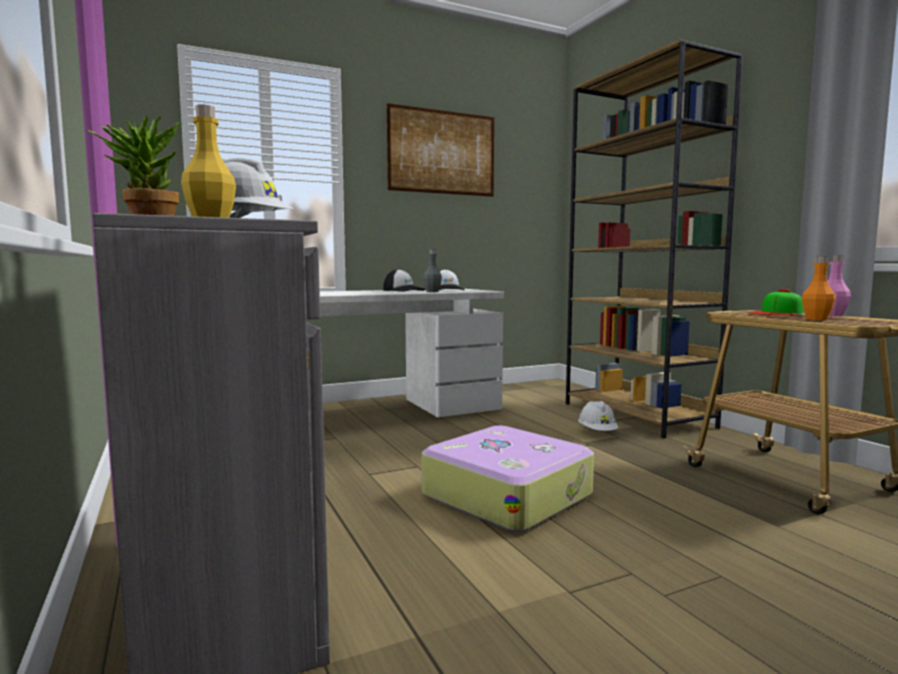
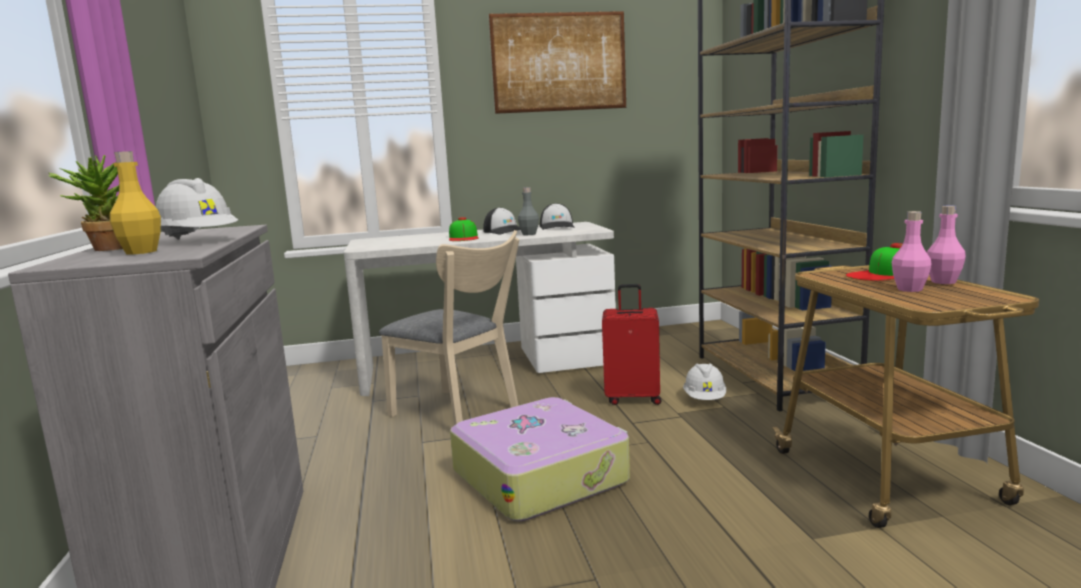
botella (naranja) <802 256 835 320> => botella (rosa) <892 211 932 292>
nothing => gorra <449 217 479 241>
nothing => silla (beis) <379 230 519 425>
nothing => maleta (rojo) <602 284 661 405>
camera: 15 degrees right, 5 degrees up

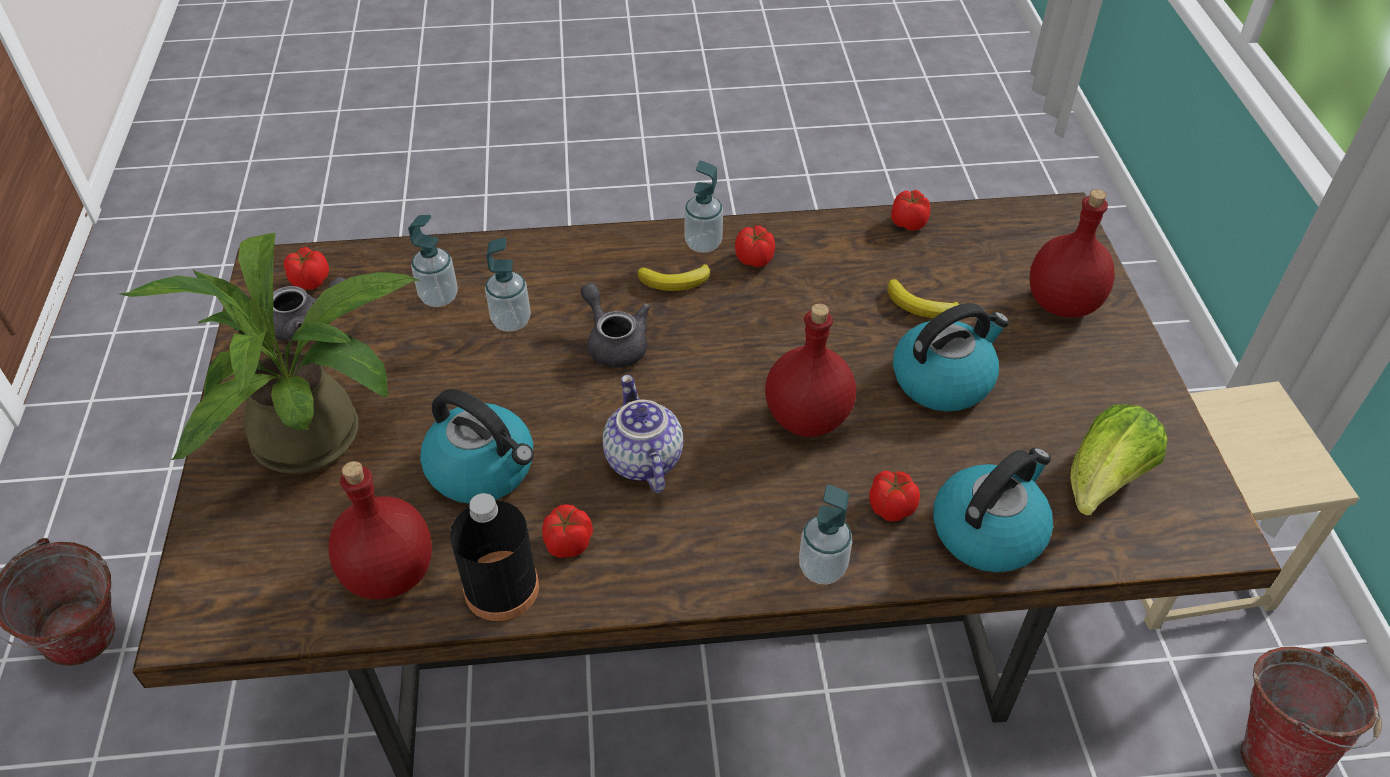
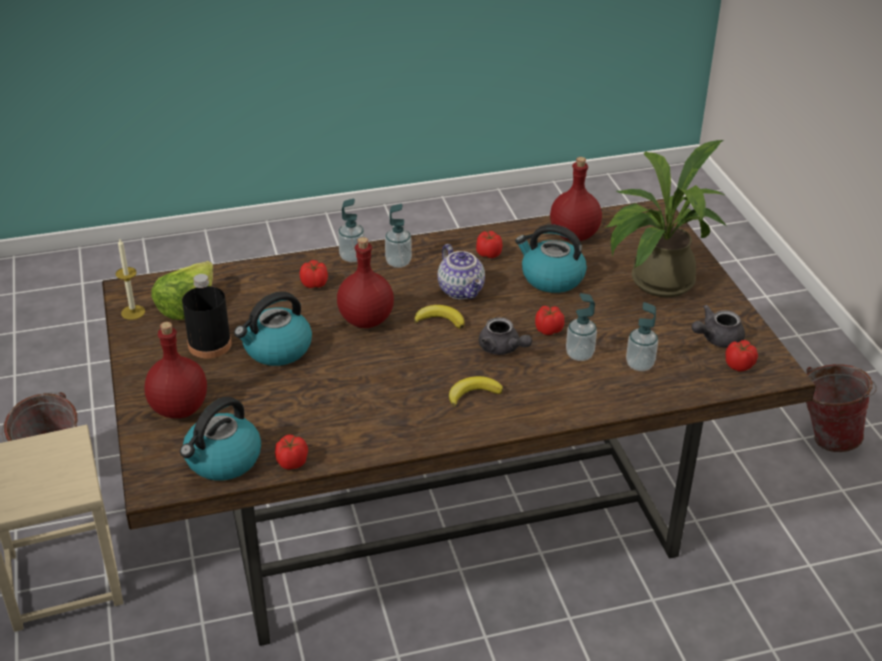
dispensador de jabón <684 160 723 253> => dispensador de jabón <385 204 412 268>, moved
tomate <735 225 775 267> => tomate <535 306 564 335>, moved
plátano <887 279 959 318> => plátano <414 305 465 329>, moved
hervidor <933 448 1053 572> => hervidor <180 396 261 480>, moved
botella (negro) <450 493 539 621> => botella (negro) <182 274 232 359>, moved
nothing => vela <115 239 145 320>
camera: 170 degrees right, 10 degrees down

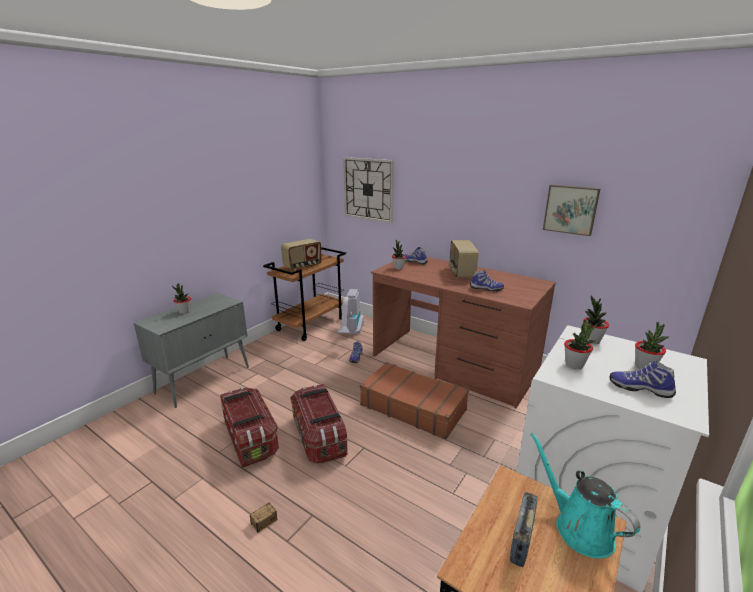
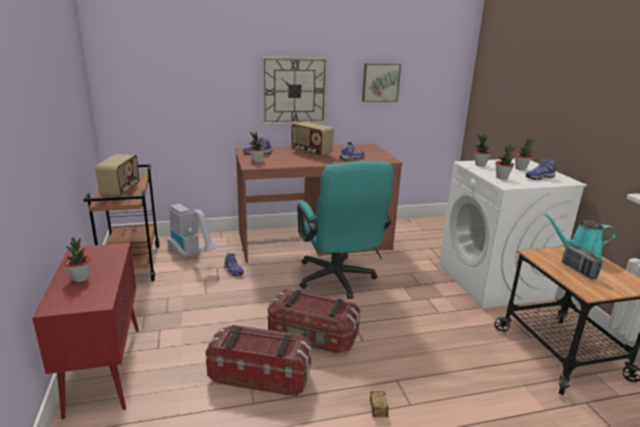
reloj de pared <343 157 394 223> => reloj de pared <261 56 328 125>, moved
armario (gris) <134 293 249 408> => armario (rojo) <32 243 139 419>
maleta (marrón) <360 362 469 439> => silla de oficina (turquesa) <297 161 394 299>
camera: 50 degrees left, 0 degrees up

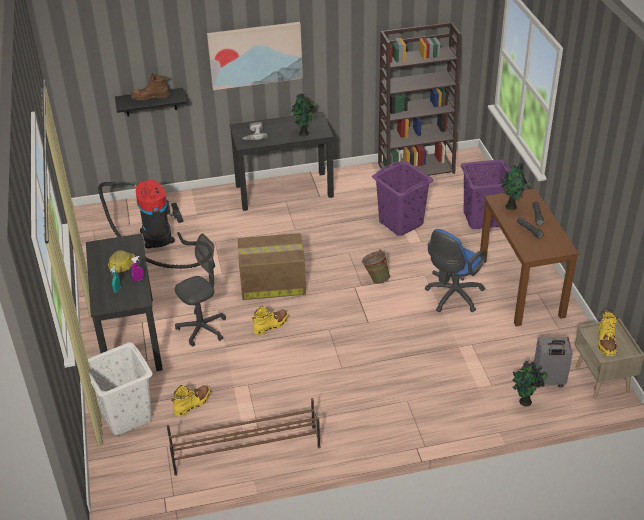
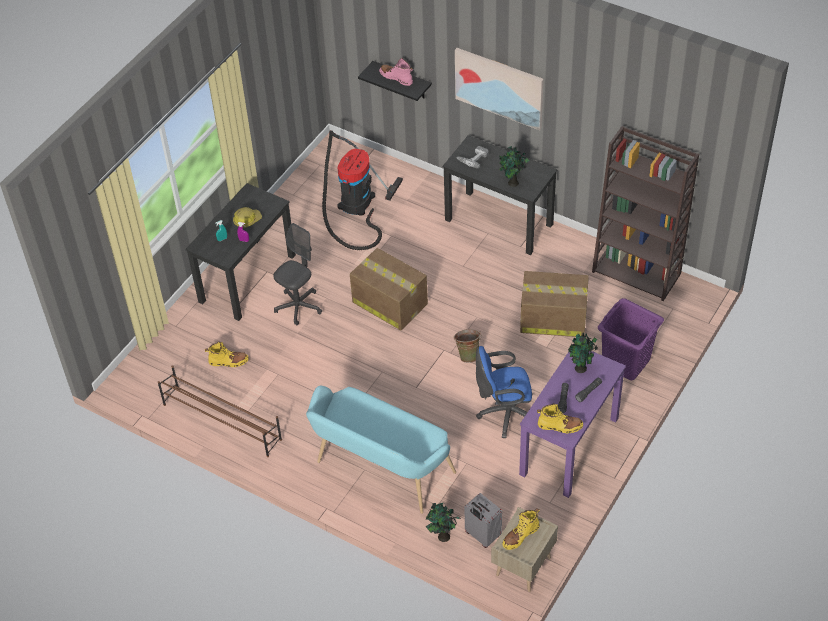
bota (marrón) <131 73 170 101> => bota (rosa) <379 58 413 86>
cesto de la ropa (morado) <372 161 434 236> => caja de cartón <520 271 589 337>
escritorio (marrón) <480 188 579 327> => escritorio (morado) <519 351 626 498>
silla de oficina (gris) <175 233 226 347> => silla de oficina (gris) <273 223 322 326>, 60 degrees counterclockwise
bota (amarillo) <251 306 289 335> => bota (amarillo) <537 403 583 433>, moved
cesto de la ropa (blanco) <88 342 152 435> => nothing
nothing => banco (turquesa) <306 386 456 514>
camera: 45 degrees right, 10 degrees up

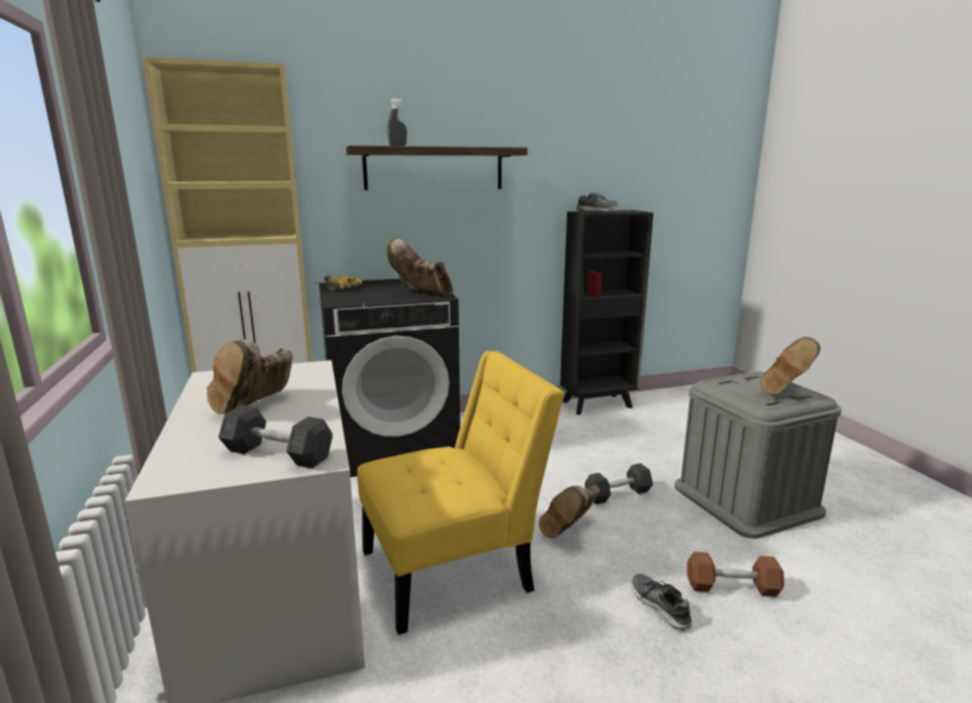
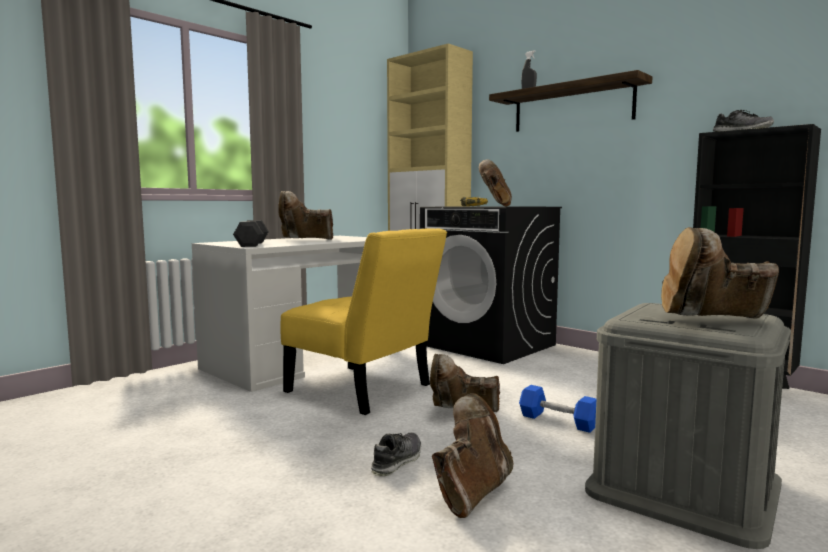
mancuerna (gris) <585 463 653 505> => mancuerna (azul) <519 385 596 433>
mancuerna (marrón) <687 552 784 597> => bota (marrón) <432 393 513 518>
camera: 60 degrees right, 10 degrees down

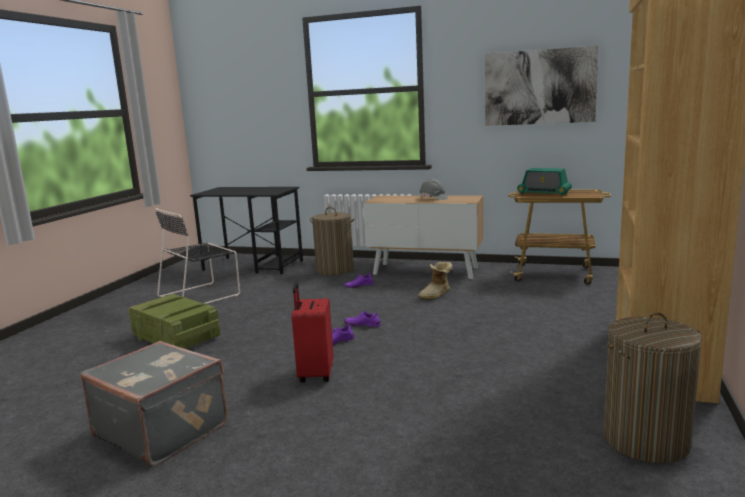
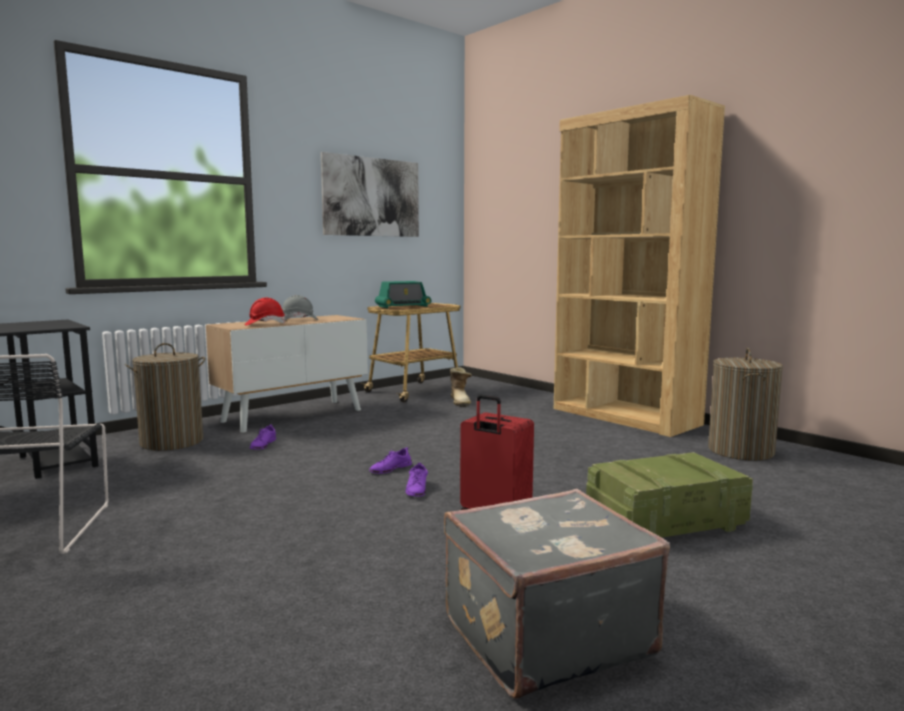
bota <418 262 452 300> => bota <450 367 472 407>, moved
caja de embalaje <128 294 221 349> => caja de embalaje <586 452 753 538>, moved
nothing => casco (rojo) <244 298 285 325>
camera: 60 degrees left, 5 degrees down

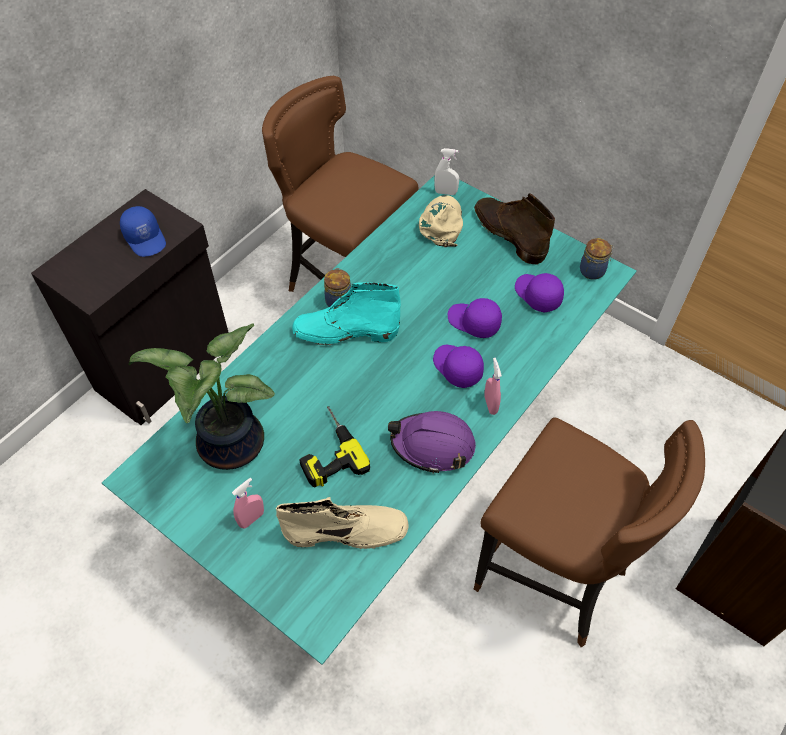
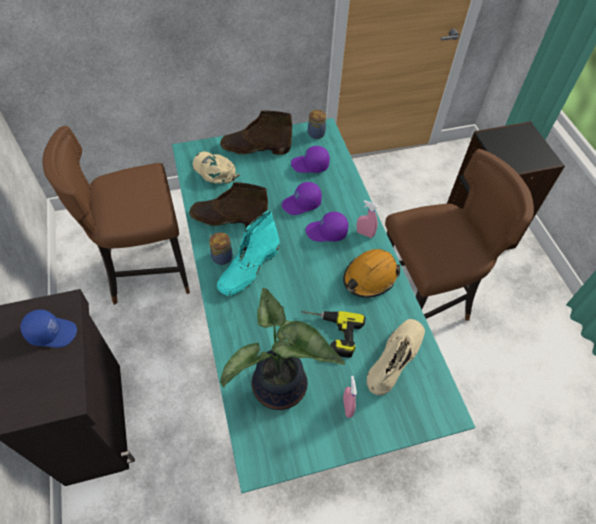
pulverizador (blanco) <434 148 459 195> => nothing
casco (morado) <388 411 476 473> => casco (naranja) <343 249 400 298>
nothing => bota (marrón) <189 182 268 228>
camera: 55 degrees left, 0 degrees up

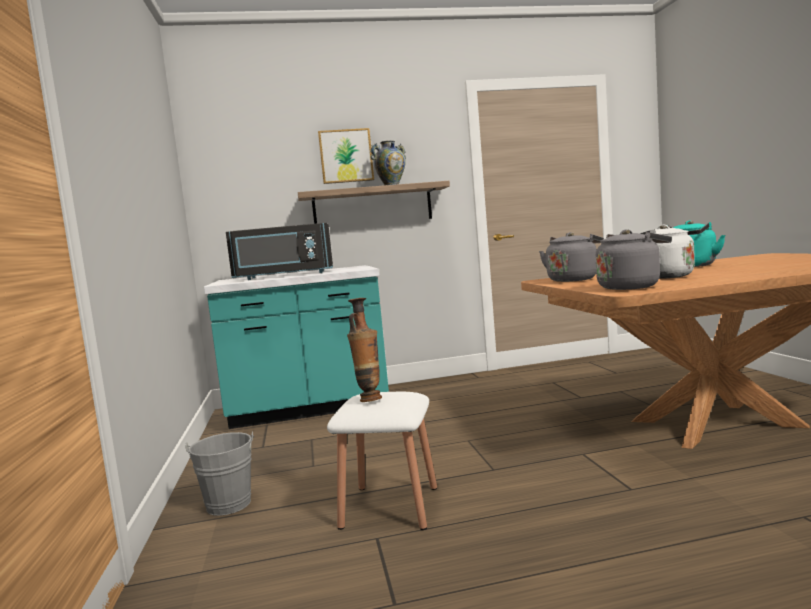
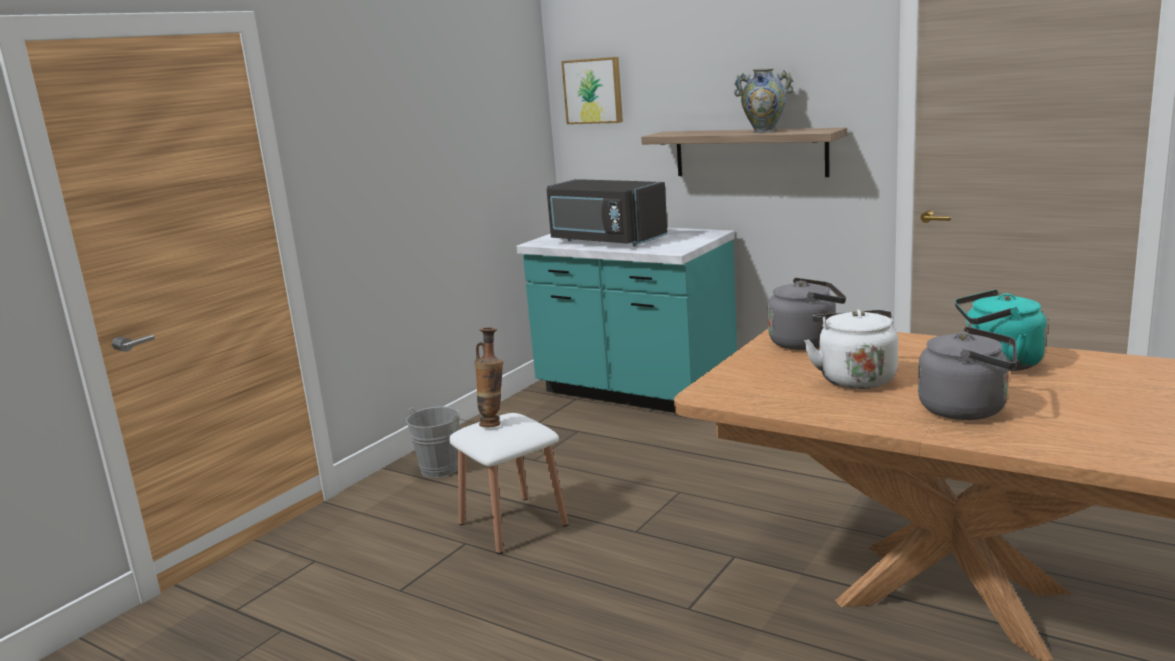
cuadro <318 128 374 184> => cuadro <562 57 623 124>, moved
hervidor (gris) <596 229 672 290> => hervidor (gris) <918 327 1017 420>, moved
camera: 45 degrees right, 10 degrees up

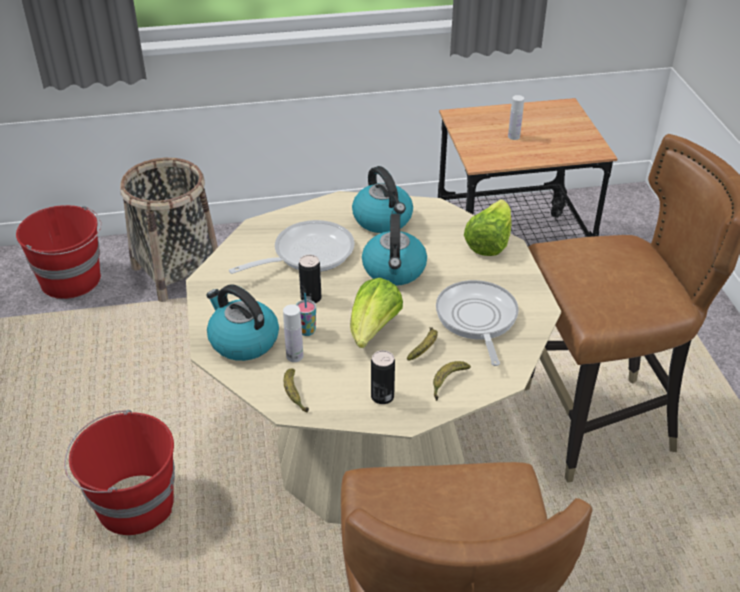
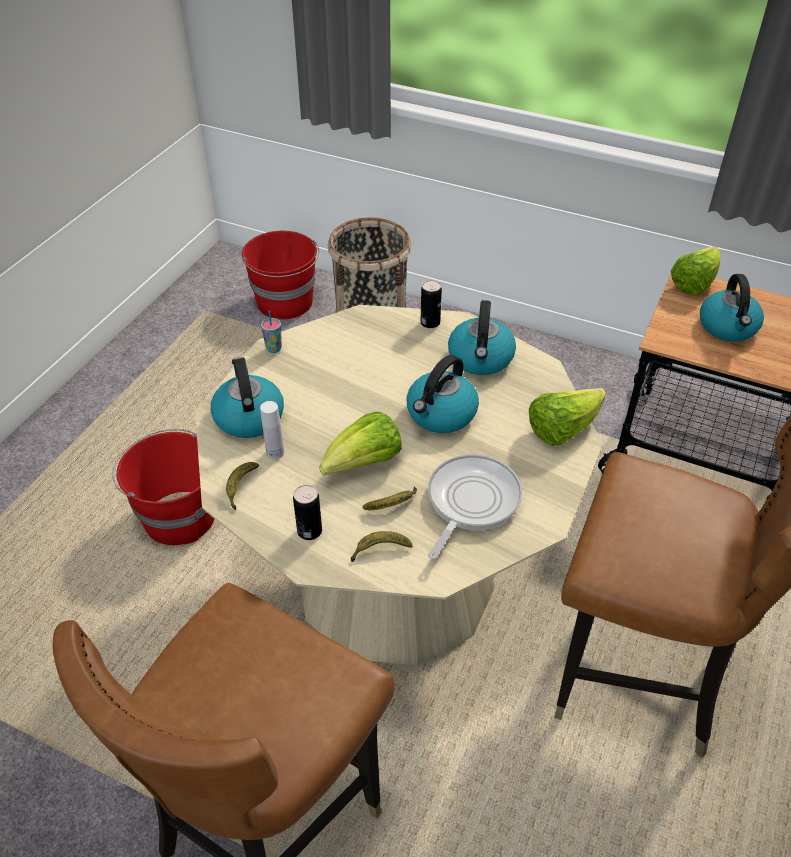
botella (blanco) <508 95 524 140> => hervidor <700 274 764 342>
sartén <229 220 355 274> => nothing
lata <299 255 321 303> => lata <420 280 442 328>, moved
taza <296 293 316 336> => taza <261 311 282 353>, moved
nothing => lechuga <671 246 721 295>
camera: 35 degrees right, 5 degrees up

